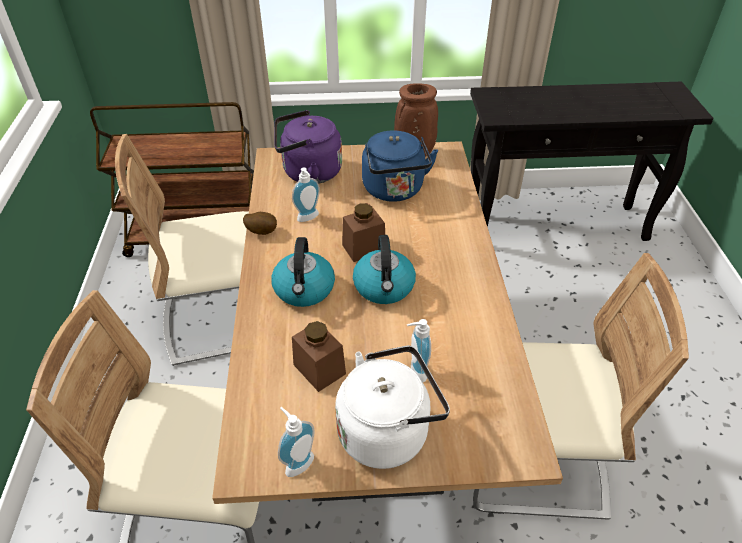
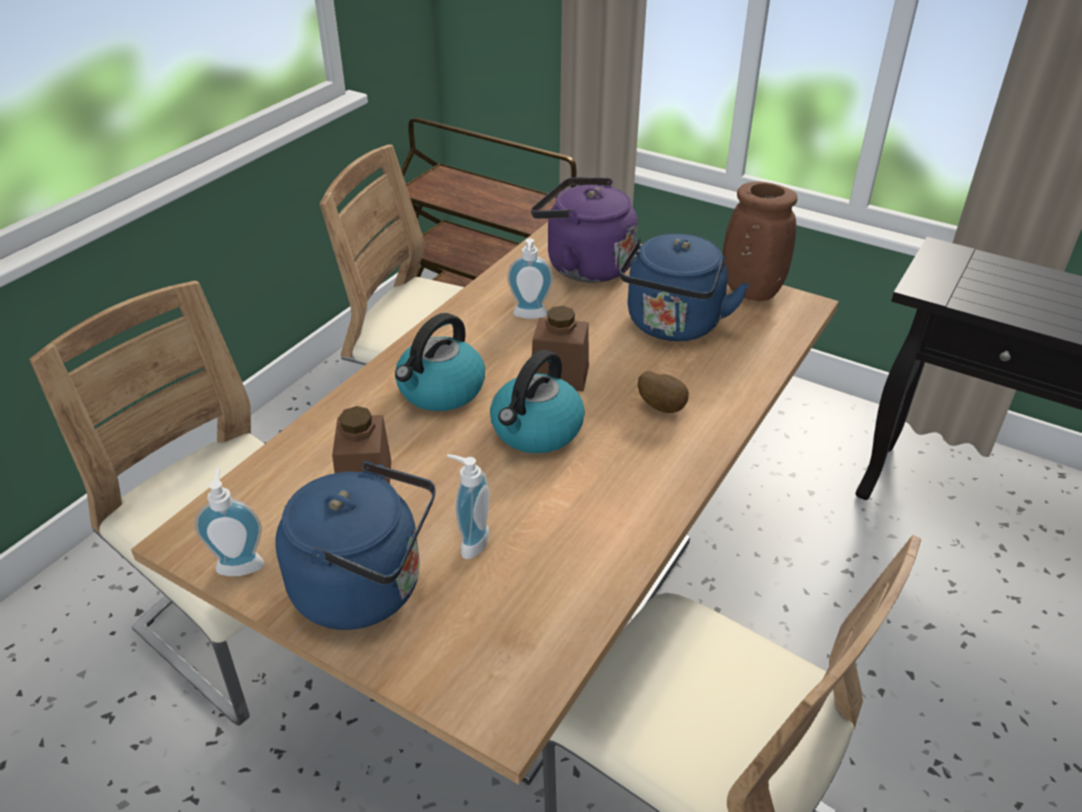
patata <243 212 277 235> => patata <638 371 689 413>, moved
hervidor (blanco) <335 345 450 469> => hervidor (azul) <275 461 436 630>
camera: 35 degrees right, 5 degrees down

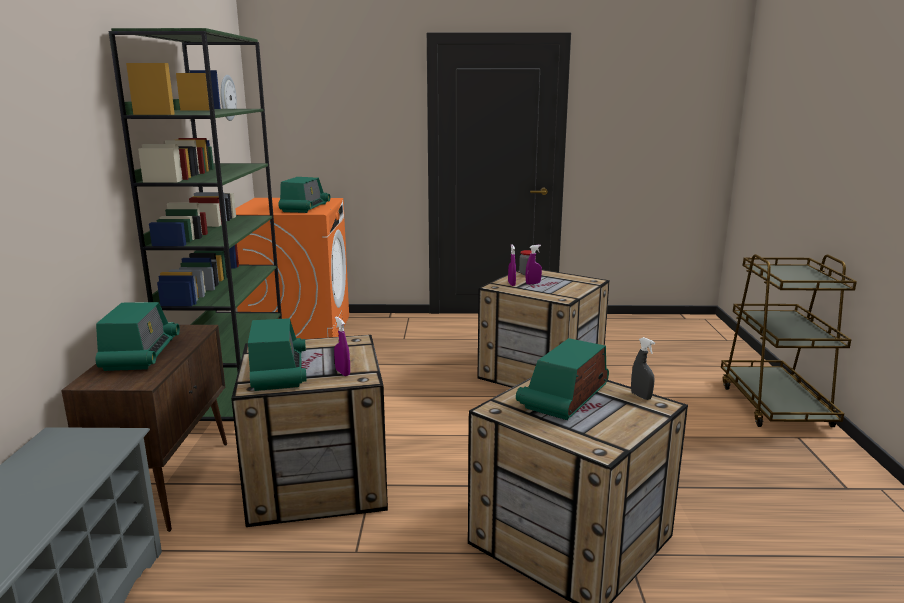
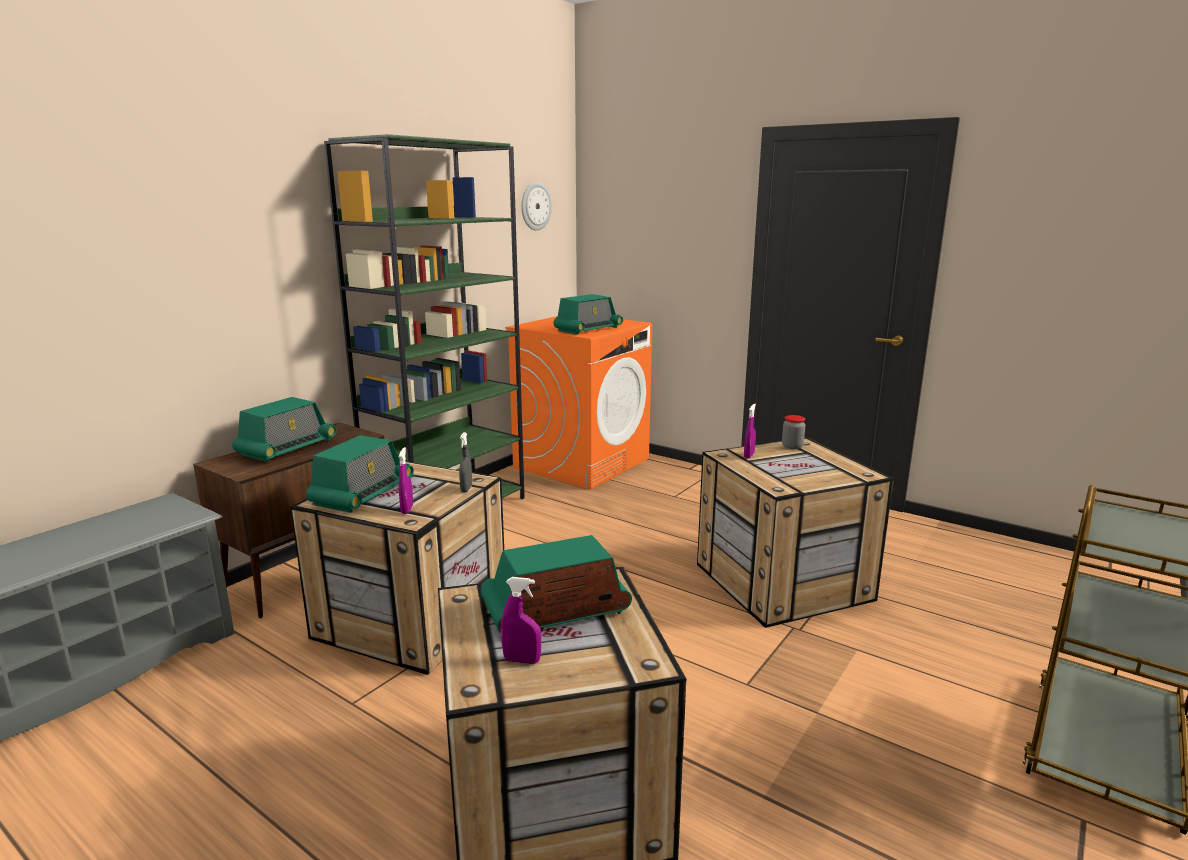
pulverizador (morado) <526 245 542 285> => pulverizador (morado) <501 577 541 664>, moved
pulverizador (gris) <631 337 655 400> => pulverizador (gris) <459 432 472 493>, moved
camera: 35 degrees right, 0 degrees up

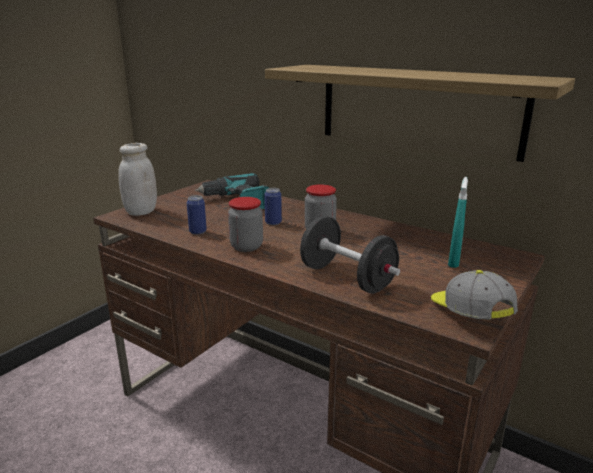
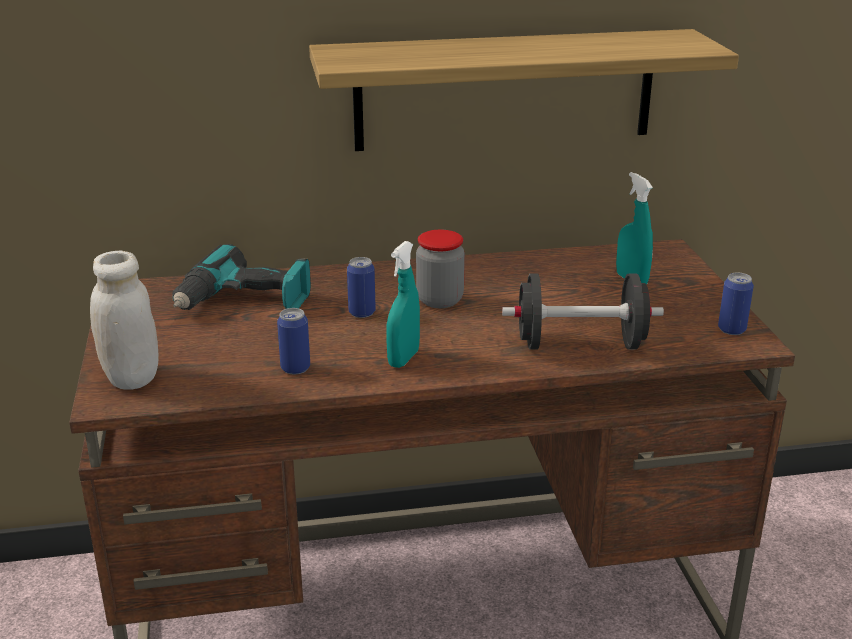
tarro <228 197 263 252> => pulverizador (turquesa) <386 241 420 368>
gorra <431 270 518 319> => lata <718 272 754 335>
camera: 45 degrees left, 5 degrees up

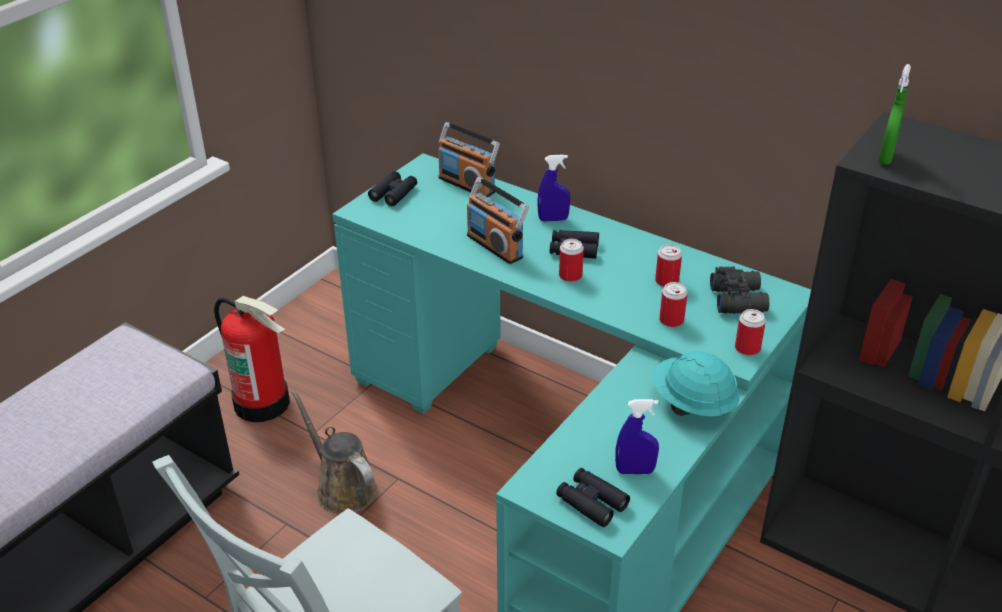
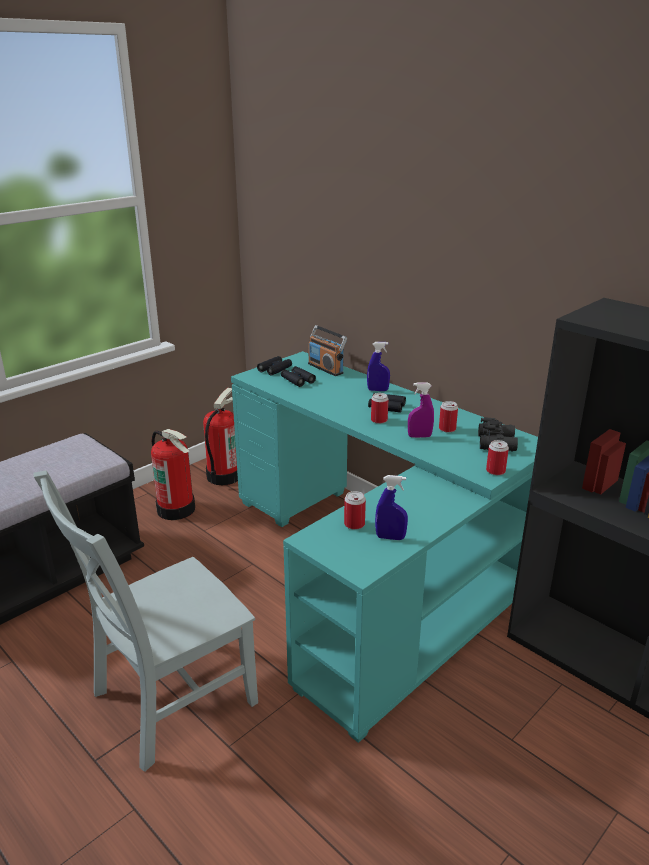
pulverizador (verde) <878 64 911 165> => nothing
radio <467 177 529 264> => nothing
lata <659 282 688 327> => lata <344 491 366 530>, moved
casco (turquesa) <653 351 740 416> => nothing
regadera (marrón) <291 389 377 514> => nothing
prismáticos (negro) <556 468 630 527> => prismáticos (negro) <281 366 316 387>, moved
nothing => pulverizador (morado) <408 383 434 438>
nothing => extintor <203 388 238 485>
camera: 10 degrees right, 10 degrees down

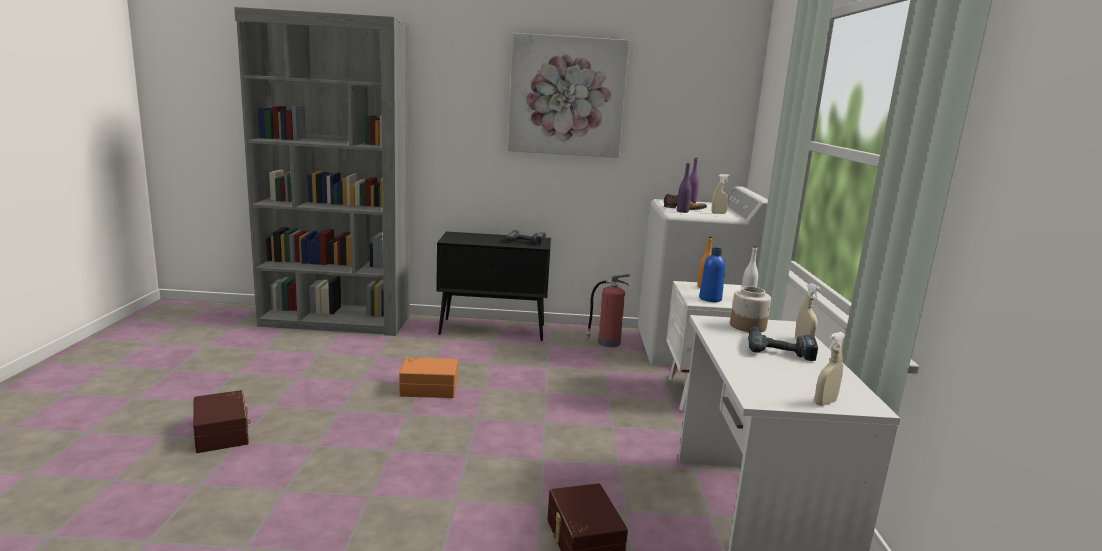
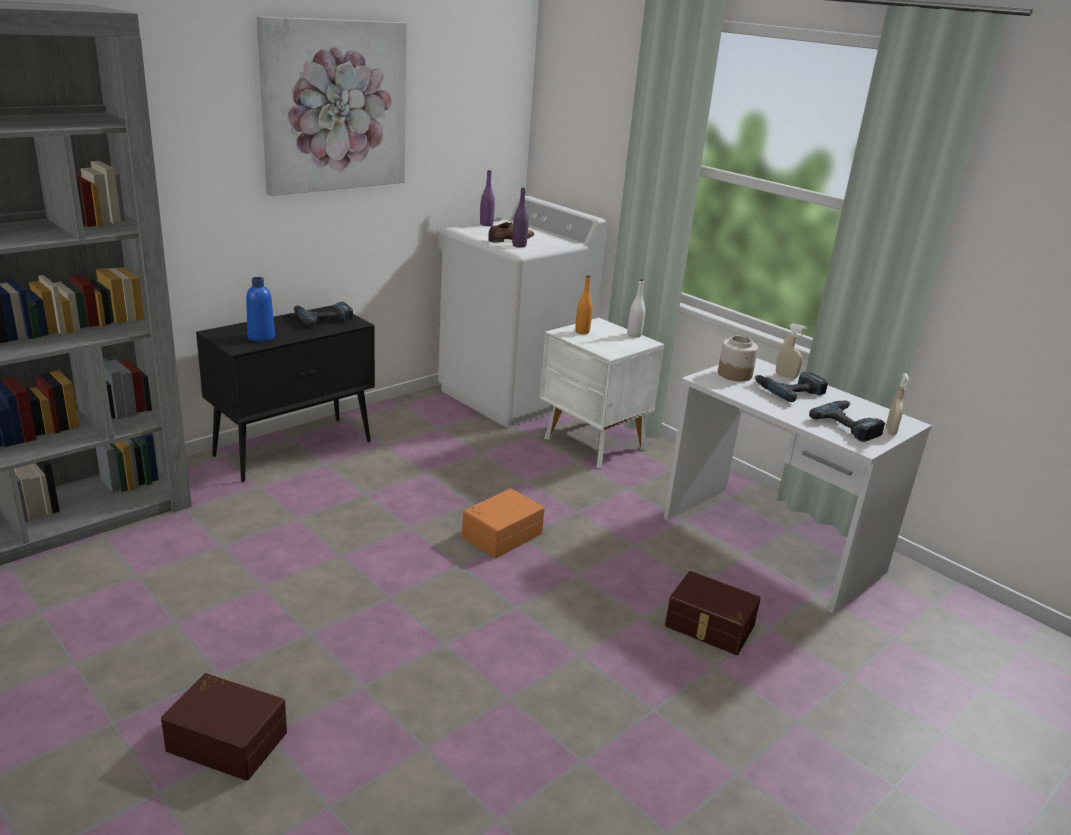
pulverizador (beis) <712 174 730 214> => nothing
botella (azul) <699 248 725 302> => botella (azul) <246 277 275 342>, moved
extintor <586 274 630 347> => nothing
caja de almacenaje (naranja) <399 357 458 398> => caja de almacenaje (naranja) <462 488 545 558>, moved
nothing => taladro <809 400 885 442>
camera: 45 degrees left, 10 degrees up

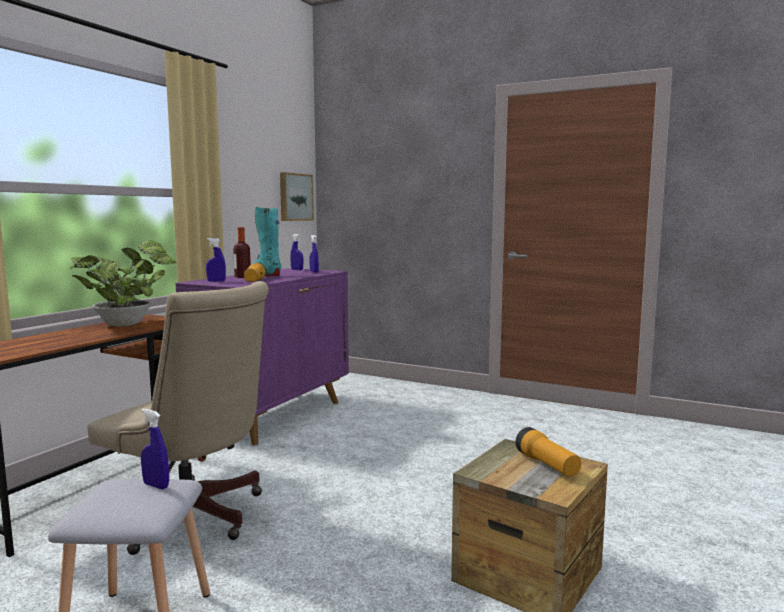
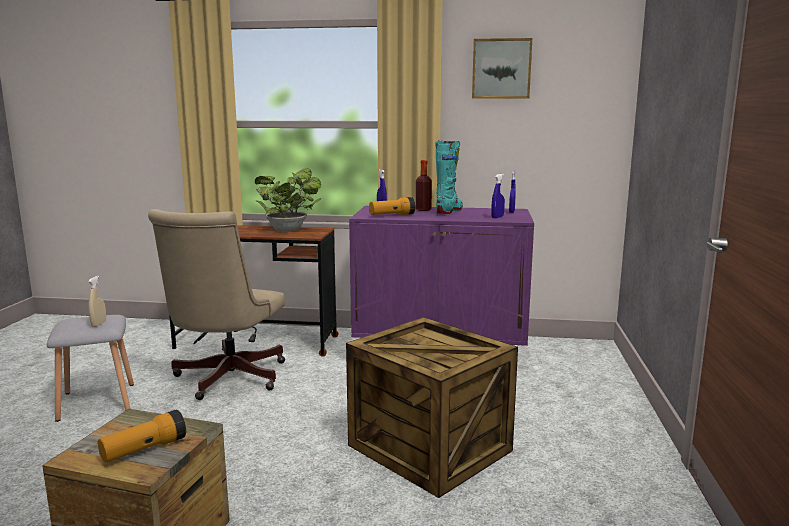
cuadro <280 172 314 221> => cuadro <472 38 532 99>, moved
pulverizador (azul) <141 409 169 489> => pulverizador (beis) <88 276 106 327>
nothing => caja de embalaje <346 317 518 498>
camera: 70 degrees right, 5 degrees up

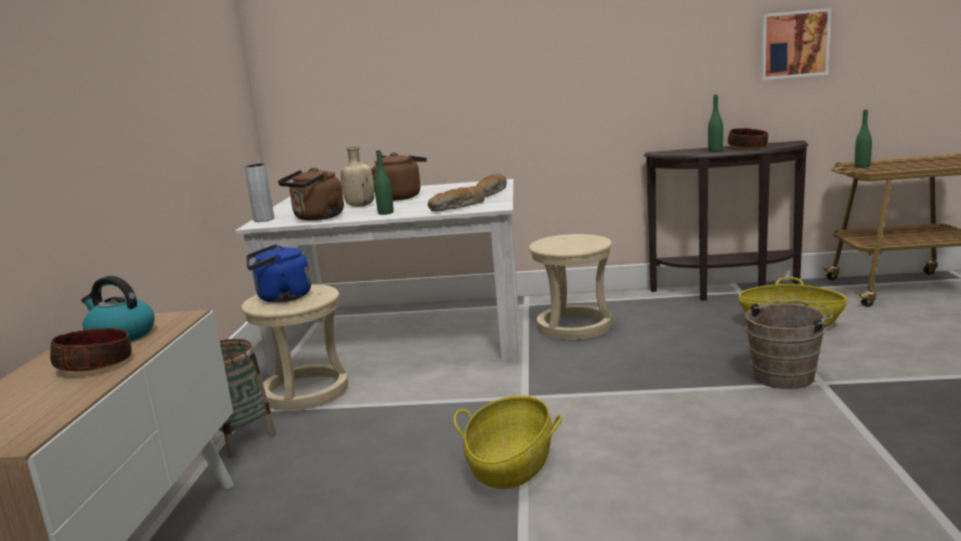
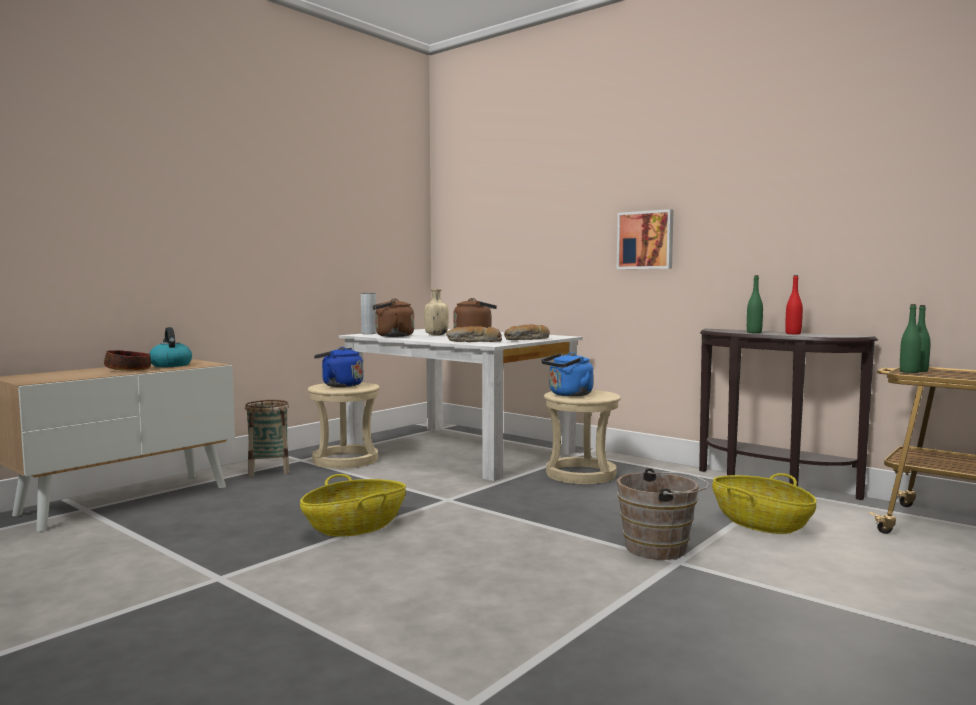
cuadro <760 8 831 80> => cuadro <617 209 674 269>, moved
cuenco <728 128 768 148> => botella (rojo) <785 275 803 334>
botella (verde) <374 150 393 215> => botella (verde) <900 304 921 373>, moved
nothing => hervidor (azul) <541 352 593 397>
camera: 35 degrees right, 10 degrees down

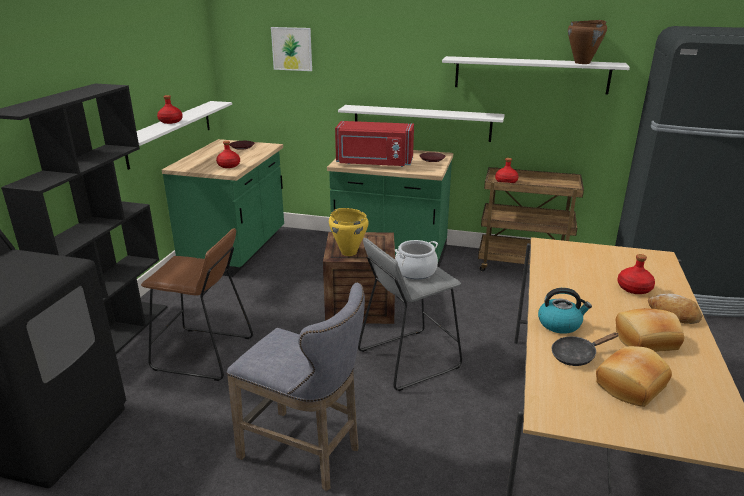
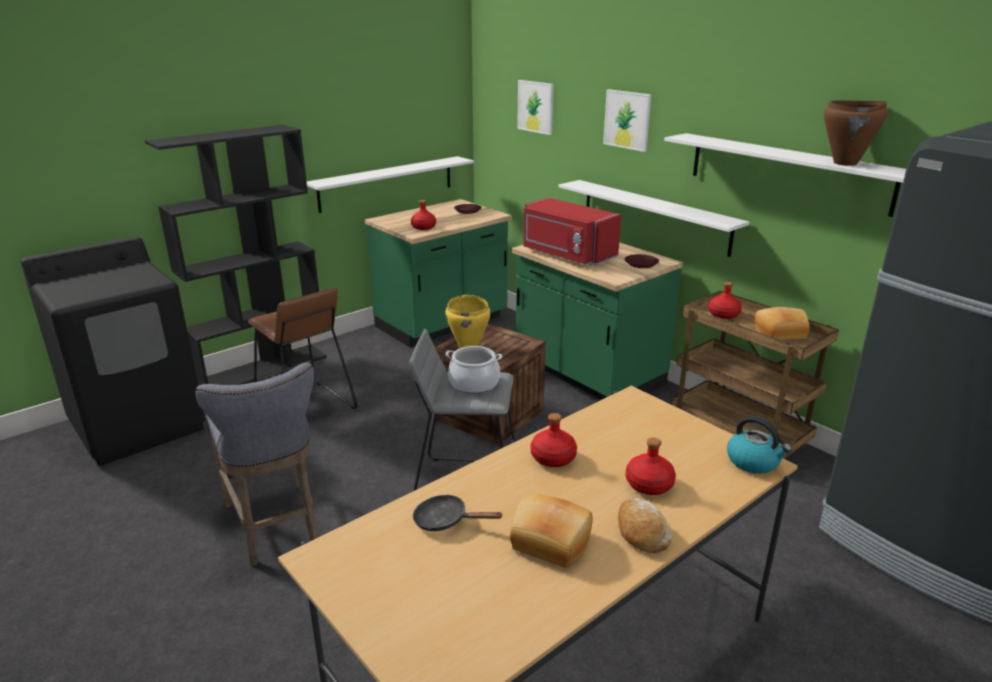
botella (rojo) <157 95 183 124> => botella (rojo) <531 413 577 467>, moved
hervidor <538 288 592 334> => hervidor <727 416 792 474>, moved
pan <596 346 672 407> => pan <755 307 809 340>, moved
nothing => cuadro <603 89 651 152>
camera: 35 degrees right, 0 degrees up

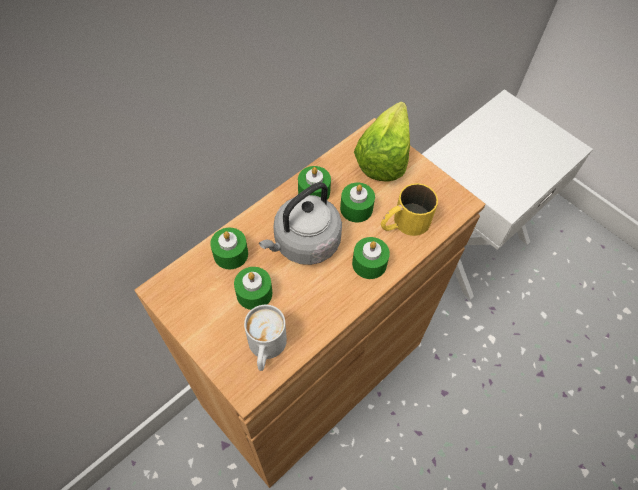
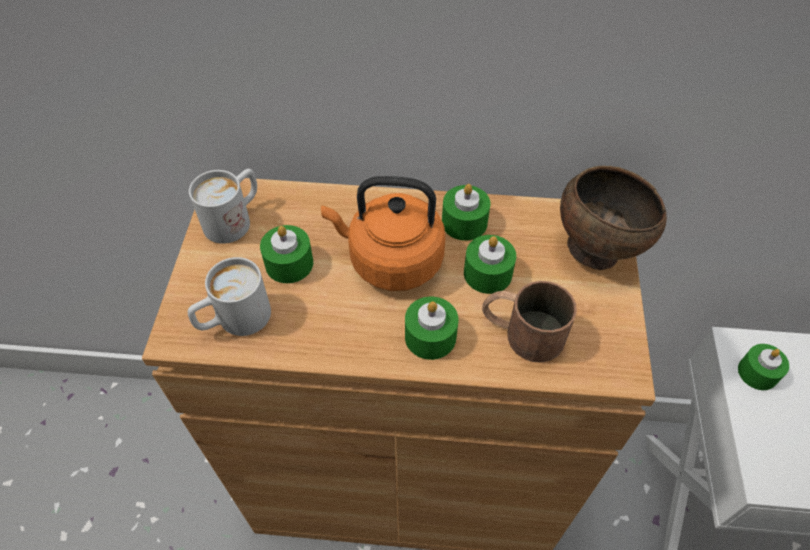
lechuga <354 102 410 182> => cuenco (marrón) <560 166 667 270>
hervidor (gris) <259 182 342 265> => hervidor (naranja) <321 176 445 291>
taza grande (amarillo) <381 183 438 236> => taza grande (marrón) <482 281 577 363>
vela (verde) <210 228 248 269> => vela (verde) <738 344 789 390>, moved
nothing => taza grande (blanco) <189 169 257 244>
camera: 50 degrees right, 5 degrees down

